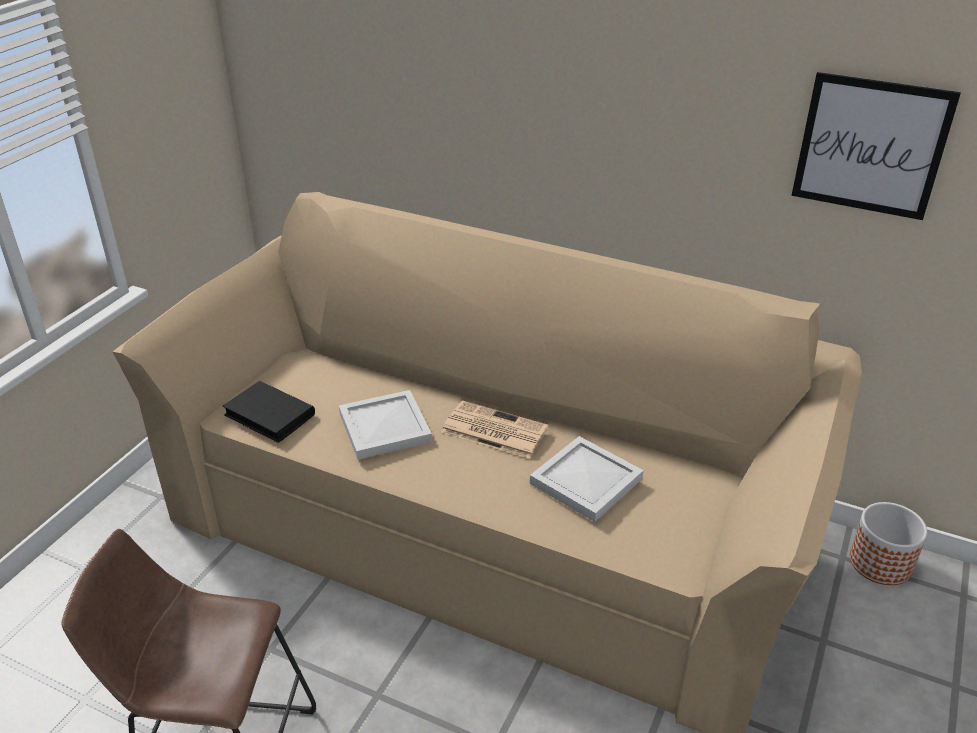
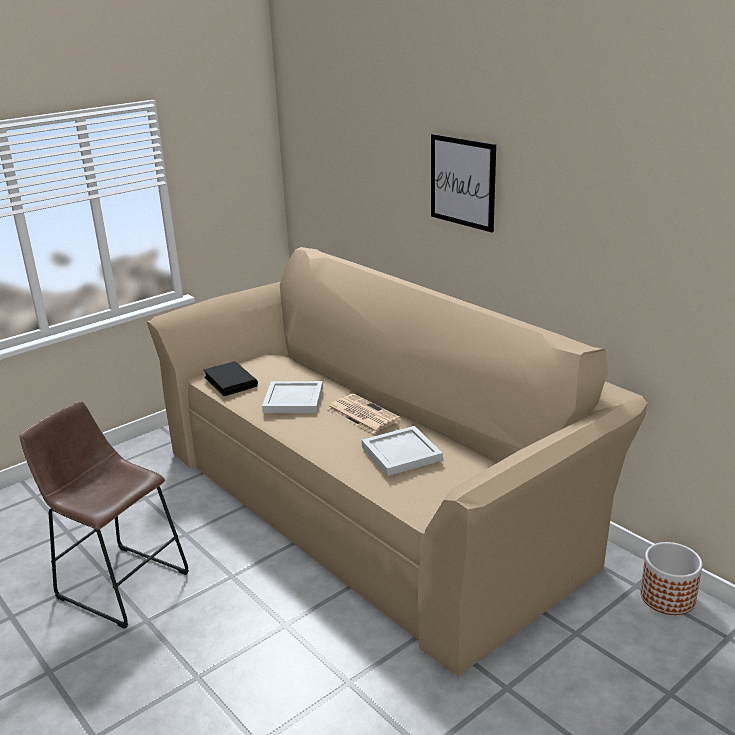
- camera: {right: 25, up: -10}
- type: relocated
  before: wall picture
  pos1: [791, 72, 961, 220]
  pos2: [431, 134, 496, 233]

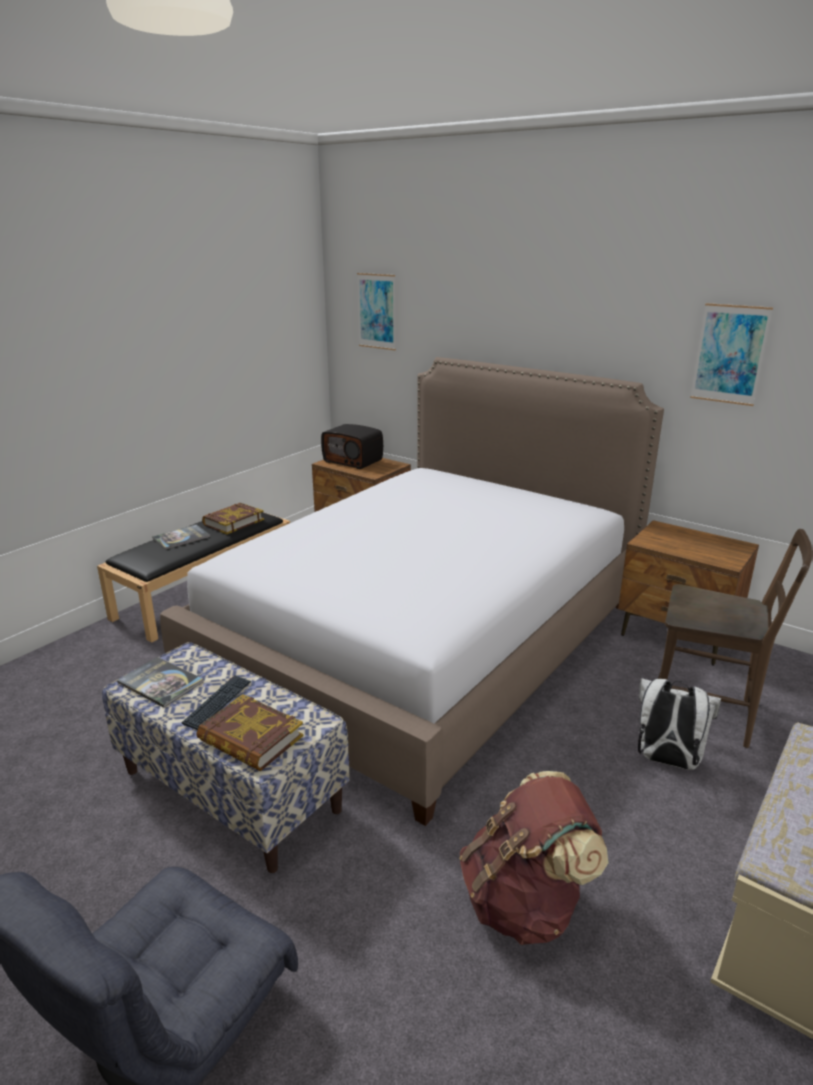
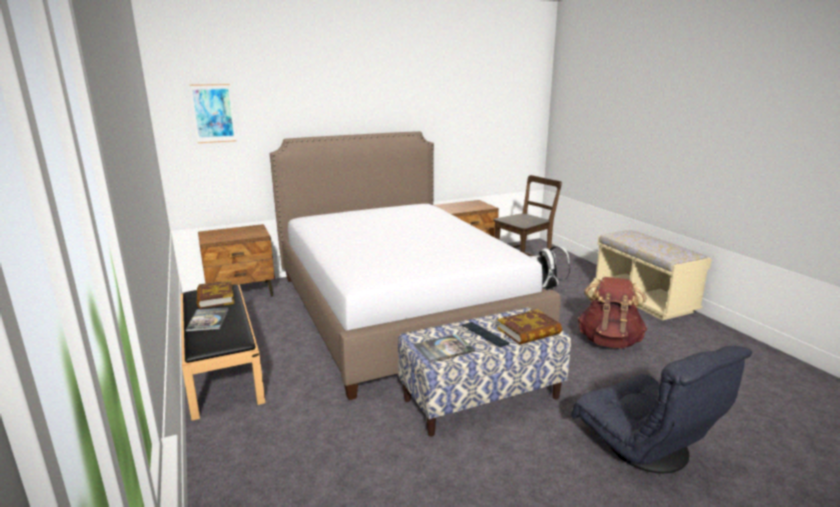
- camera: {right: -60, up: -5}
- type: missing
  before: wall picture
  pos1: [690, 303, 773, 406]
- type: missing
  before: radio
  pos1: [321, 424, 383, 469]

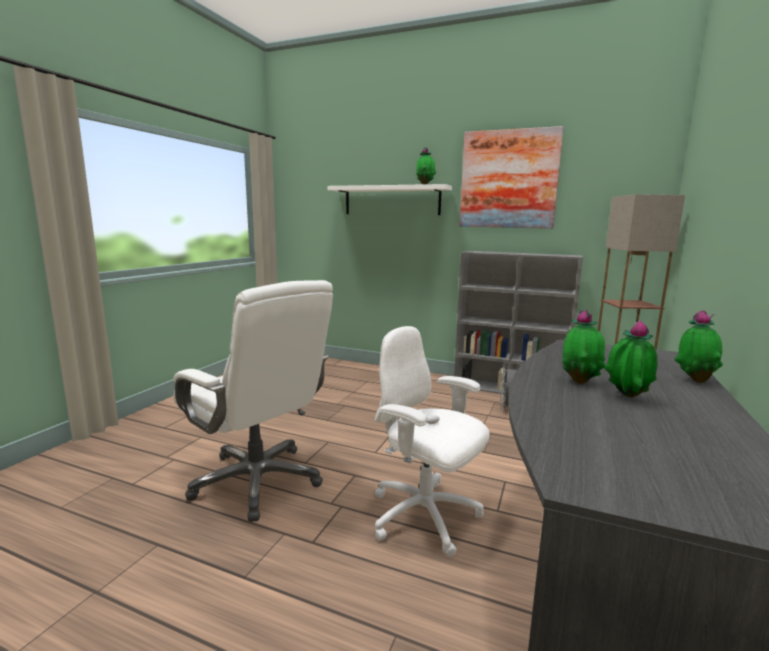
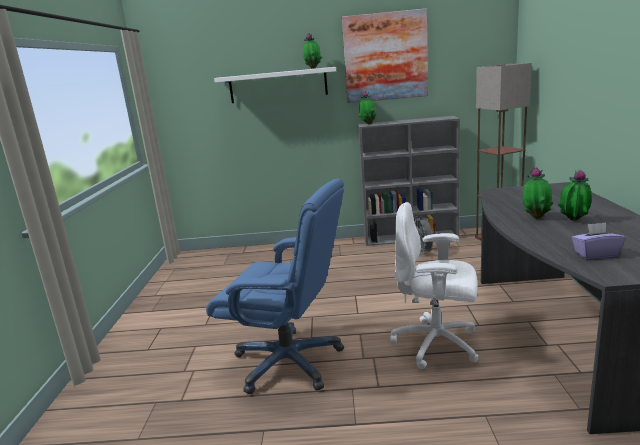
- camera: {right: -20, up: 5}
- type: colour
  before: white desk chair
  after: blue desk chair
  pos1: [173, 280, 333, 522]
  pos2: [206, 178, 344, 394]
- type: relocated
  before: houseplant
  pos1: [674, 310, 723, 383]
  pos2: [359, 91, 377, 125]
- type: appeared
  after: purplish tissue holder
  pos2: [572, 222, 626, 259]

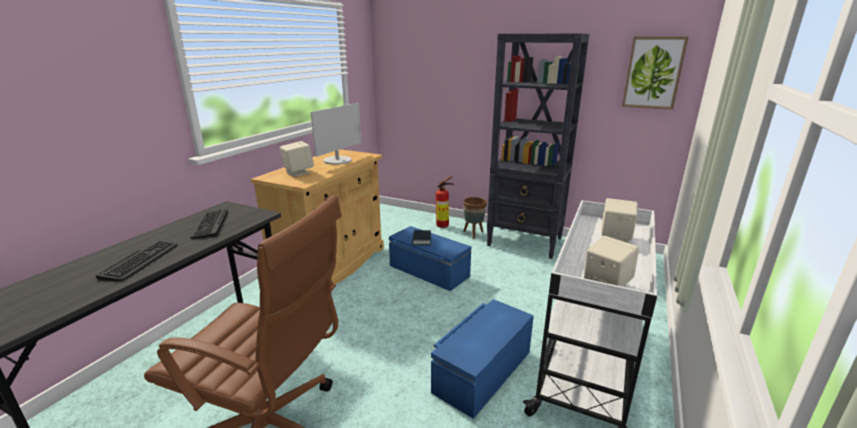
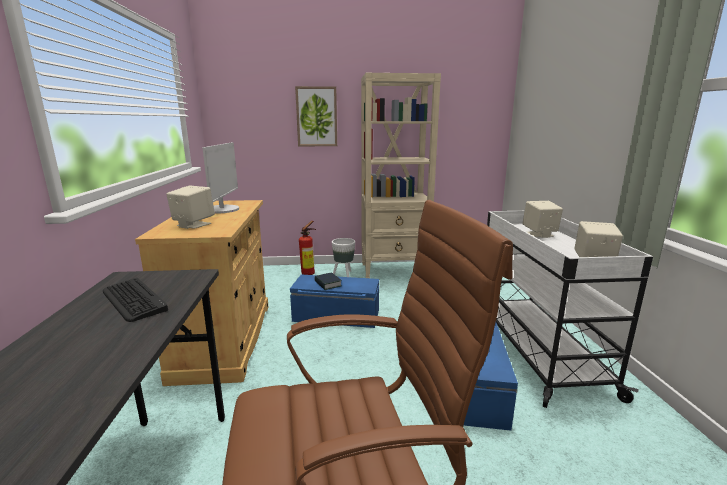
- camera: {right: -30, up: -5}
- type: colour
  before: black bookshelf
  after: beige bookshelf
  pos1: [487, 33, 589, 259]
  pos2: [361, 73, 441, 278]
- type: relocated
  before: wall picture
  pos1: [622, 36, 689, 110]
  pos2: [295, 86, 337, 146]
- type: colour
  before: brown planter
  after: white planter
  pos1: [463, 197, 487, 239]
  pos2: [332, 238, 355, 277]
- type: missing
  before: PC keyboard
  pos1: [96, 240, 178, 282]

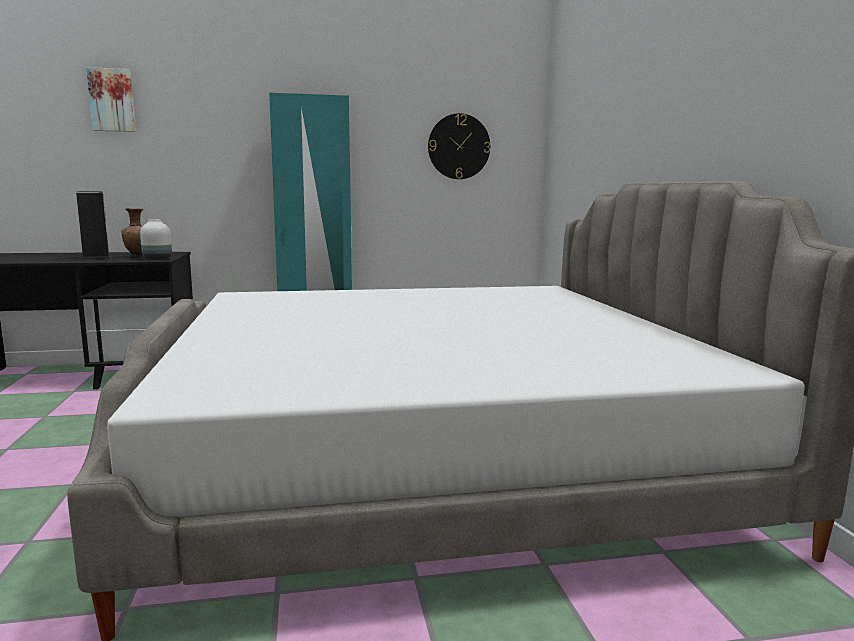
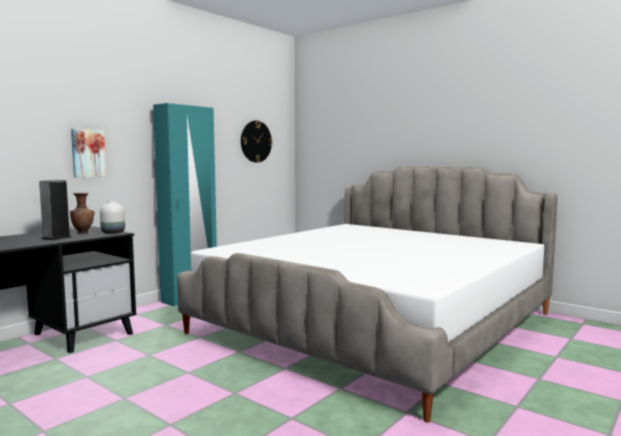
- camera: {right: -40, up: -5}
- type: relocated
  before: wall picture
  pos1: [86, 67, 136, 132]
  pos2: [71, 129, 106, 178]

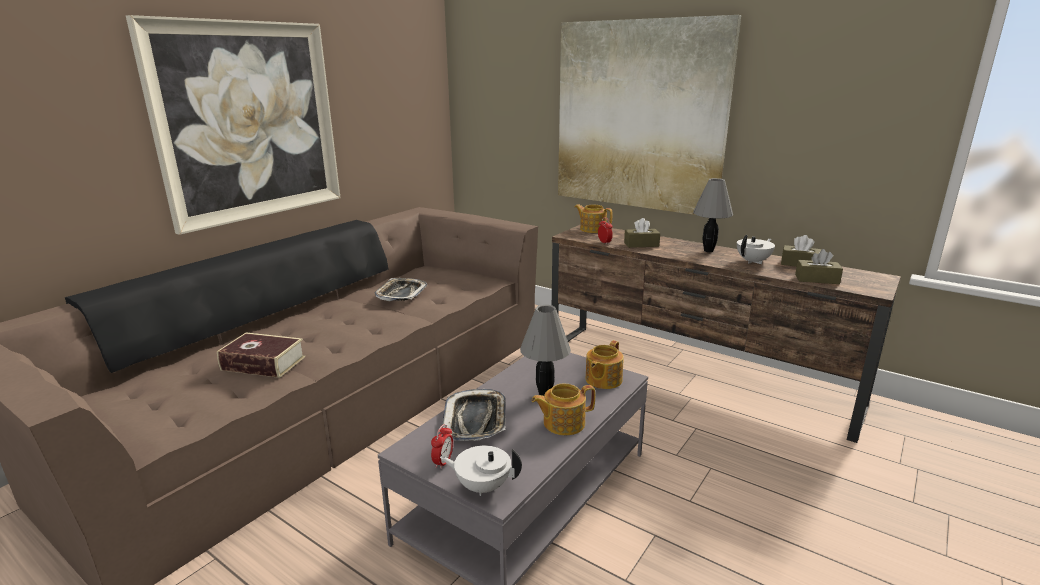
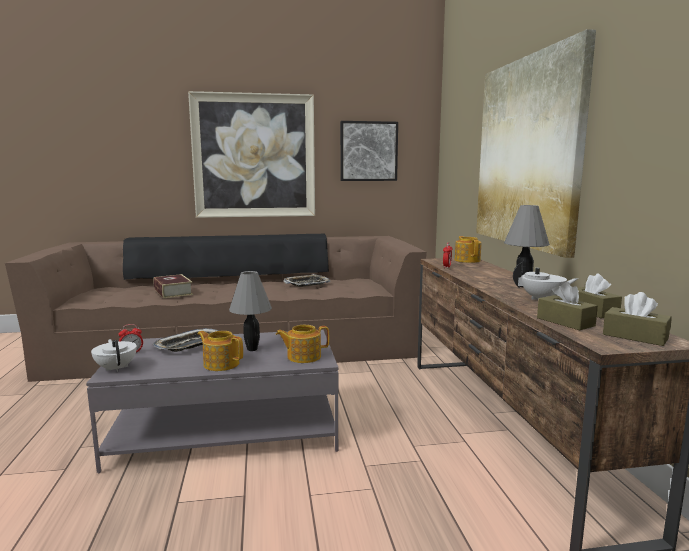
- camera: {right: 45, up: -10}
- type: relocated
  before: brown tissue holder
  pos1: [624, 218, 660, 248]
  pos2: [603, 292, 672, 346]
- type: appeared
  after: wall picture
  pos2: [340, 121, 398, 181]

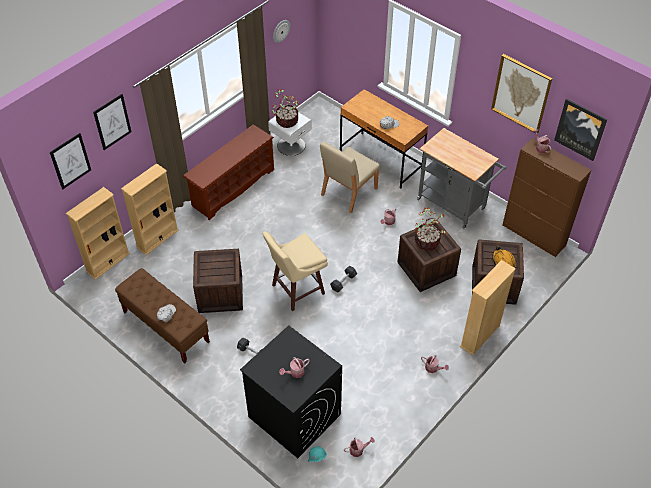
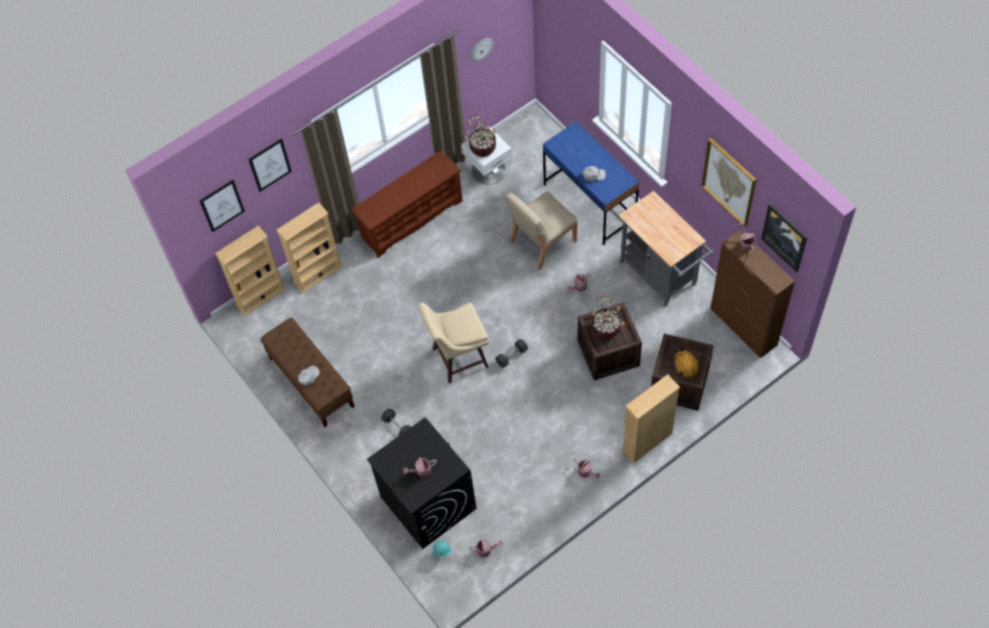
- camera: {right: 15, up: 10}
- type: colour
  before: brown desk unit
  after: blue desk unit
  pos1: [340, 89, 428, 189]
  pos2: [543, 122, 639, 245]
- type: missing
  before: crate
  pos1: [193, 249, 243, 313]

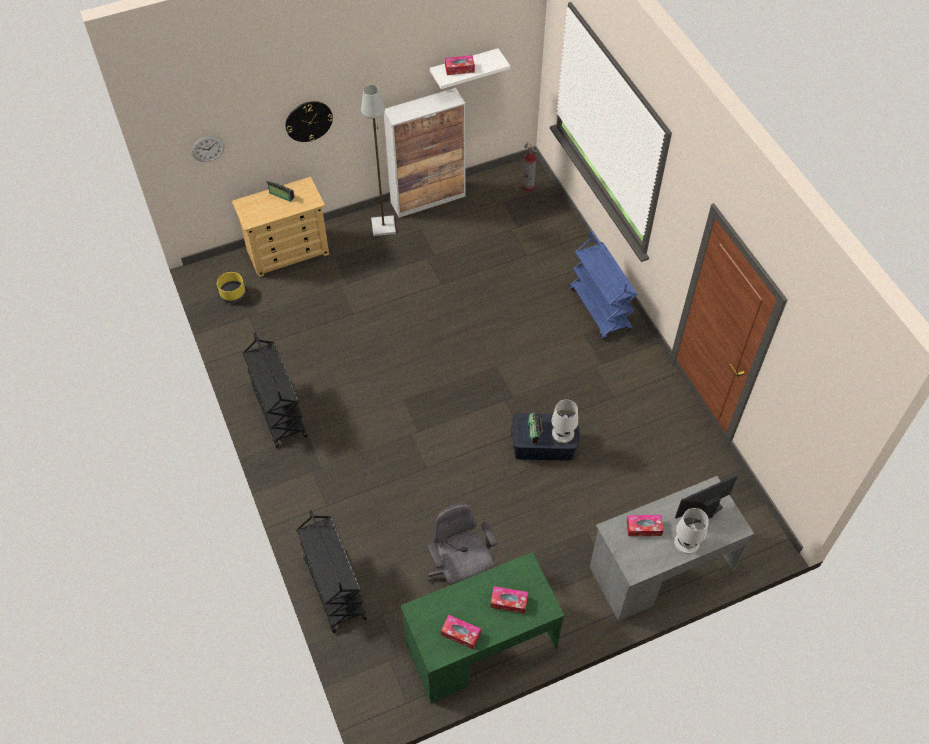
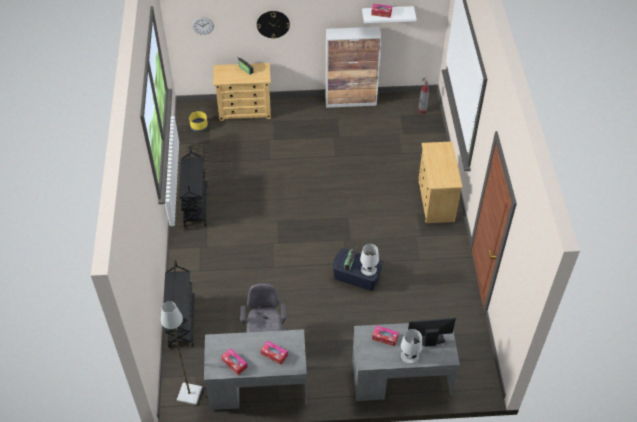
- camera: {right: 20, up: -5}
- type: relocated
  before: gray standard lamp
  pos1: [361, 85, 396, 236]
  pos2: [161, 301, 202, 405]
- type: exchanged
  before: blue cart
  after: beige chest of drawers
  pos1: [570, 231, 638, 340]
  pos2: [418, 141, 463, 223]
- type: colour
  before: greenish desk unit
  after: gray desk unit
  pos1: [400, 552, 565, 703]
  pos2: [204, 329, 307, 410]

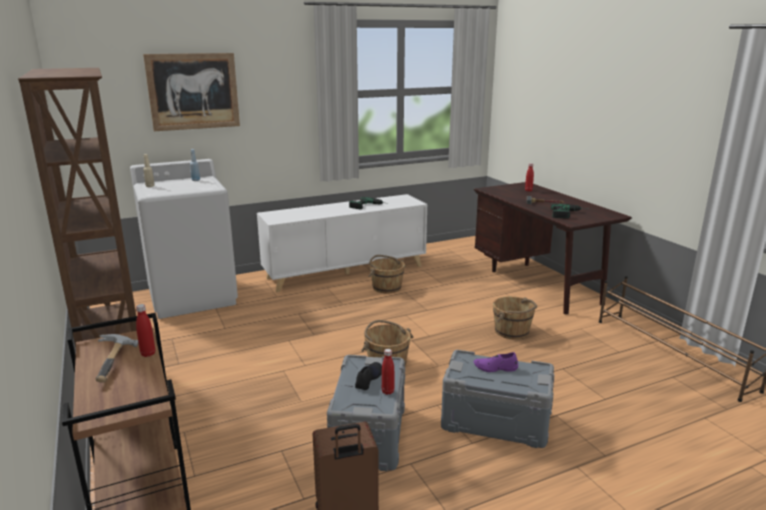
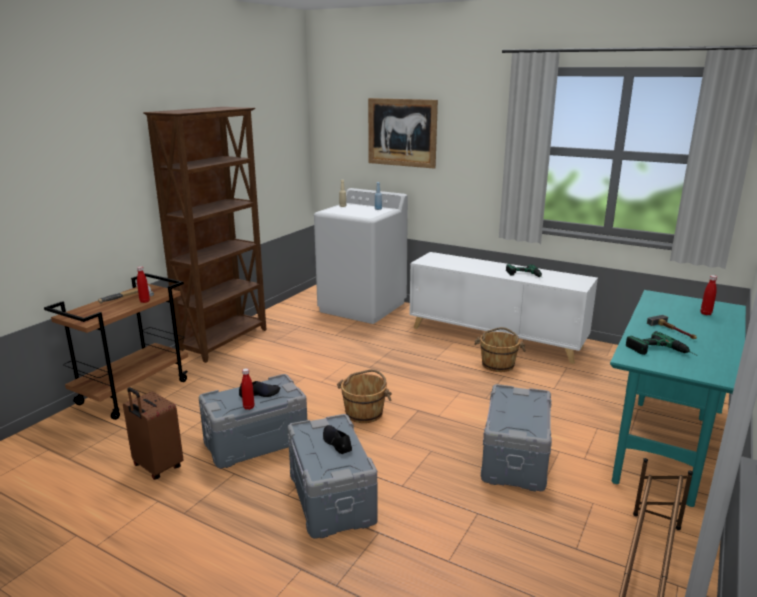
- camera: {right: 55, up: 0}
- type: colour
  before: brown desk unit
  after: turquoise-coloured desk unit
  pos1: [474, 182, 632, 315]
  pos2: [610, 290, 746, 507]
- type: exchanged
  before: brown water bucket
  after: gray storage box
  pos1: [493, 296, 537, 339]
  pos2: [481, 384, 552, 492]
- type: colour
  before: purplish low shoe
  after: black low shoe
  pos1: [473, 352, 518, 372]
  pos2: [323, 425, 352, 454]

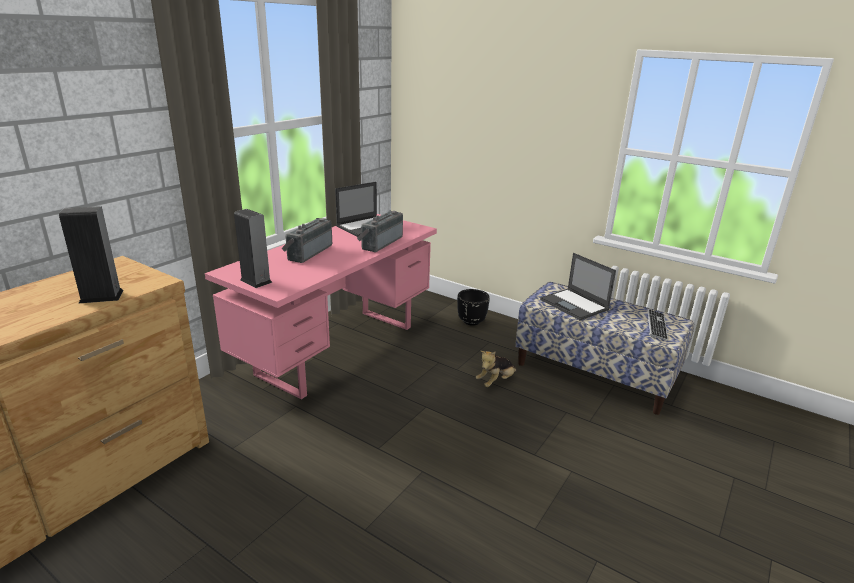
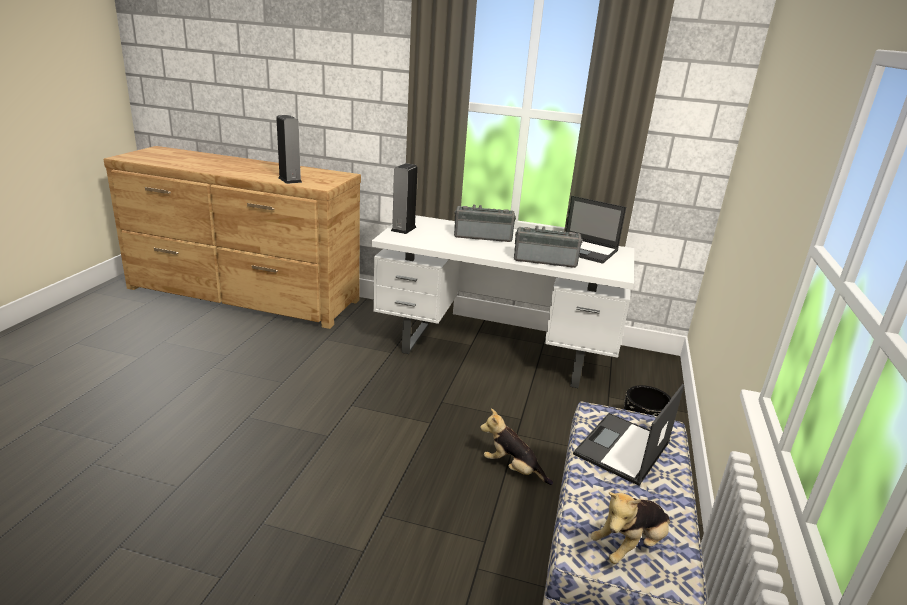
- camera: {right: 70, up: 0}
- type: colour
  before: pink desk unit
  after: white desk unit
  pos1: [205, 214, 437, 400]
  pos2: [371, 215, 634, 388]
- type: exchanged
  before: PC keyboard
  after: plush toy
  pos1: [648, 309, 668, 341]
  pos2: [590, 492, 670, 564]

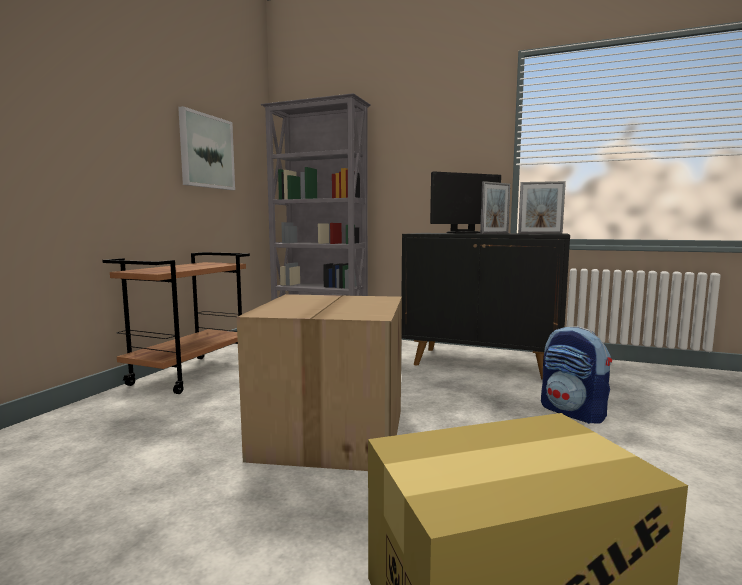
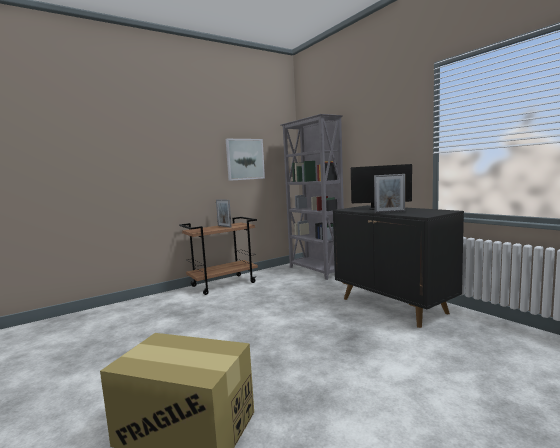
- camera: {right: 35, up: 0}
- type: relocated
  before: standing frame
  pos1: [518, 181, 566, 234]
  pos2: [216, 199, 232, 228]
- type: missing
  before: cardboard box
  pos1: [237, 294, 402, 471]
- type: missing
  before: rucksack
  pos1: [541, 327, 612, 424]

